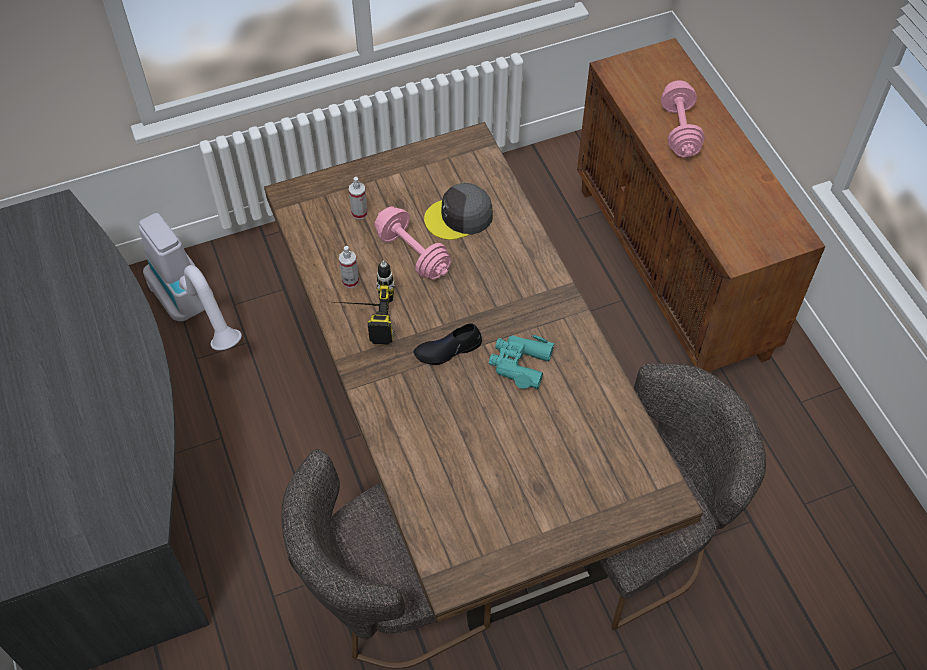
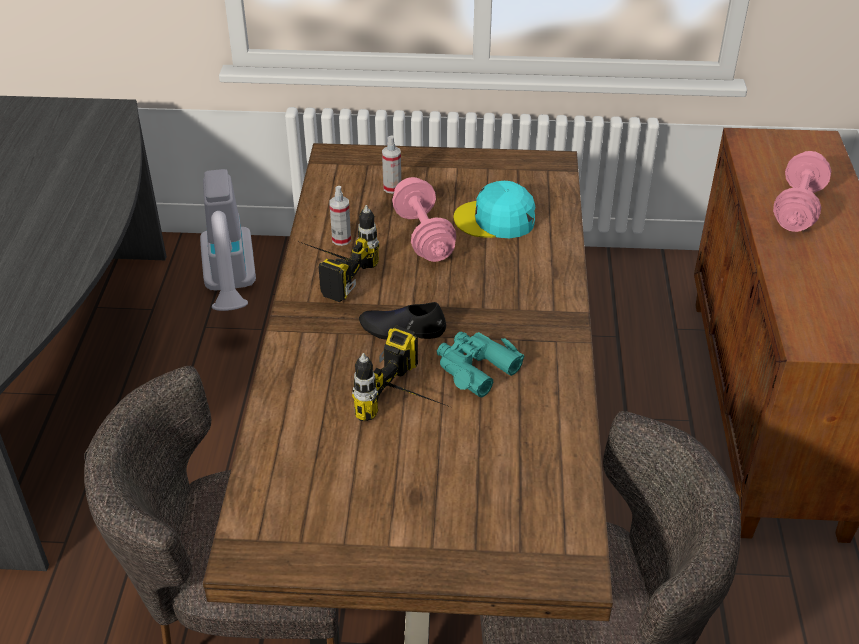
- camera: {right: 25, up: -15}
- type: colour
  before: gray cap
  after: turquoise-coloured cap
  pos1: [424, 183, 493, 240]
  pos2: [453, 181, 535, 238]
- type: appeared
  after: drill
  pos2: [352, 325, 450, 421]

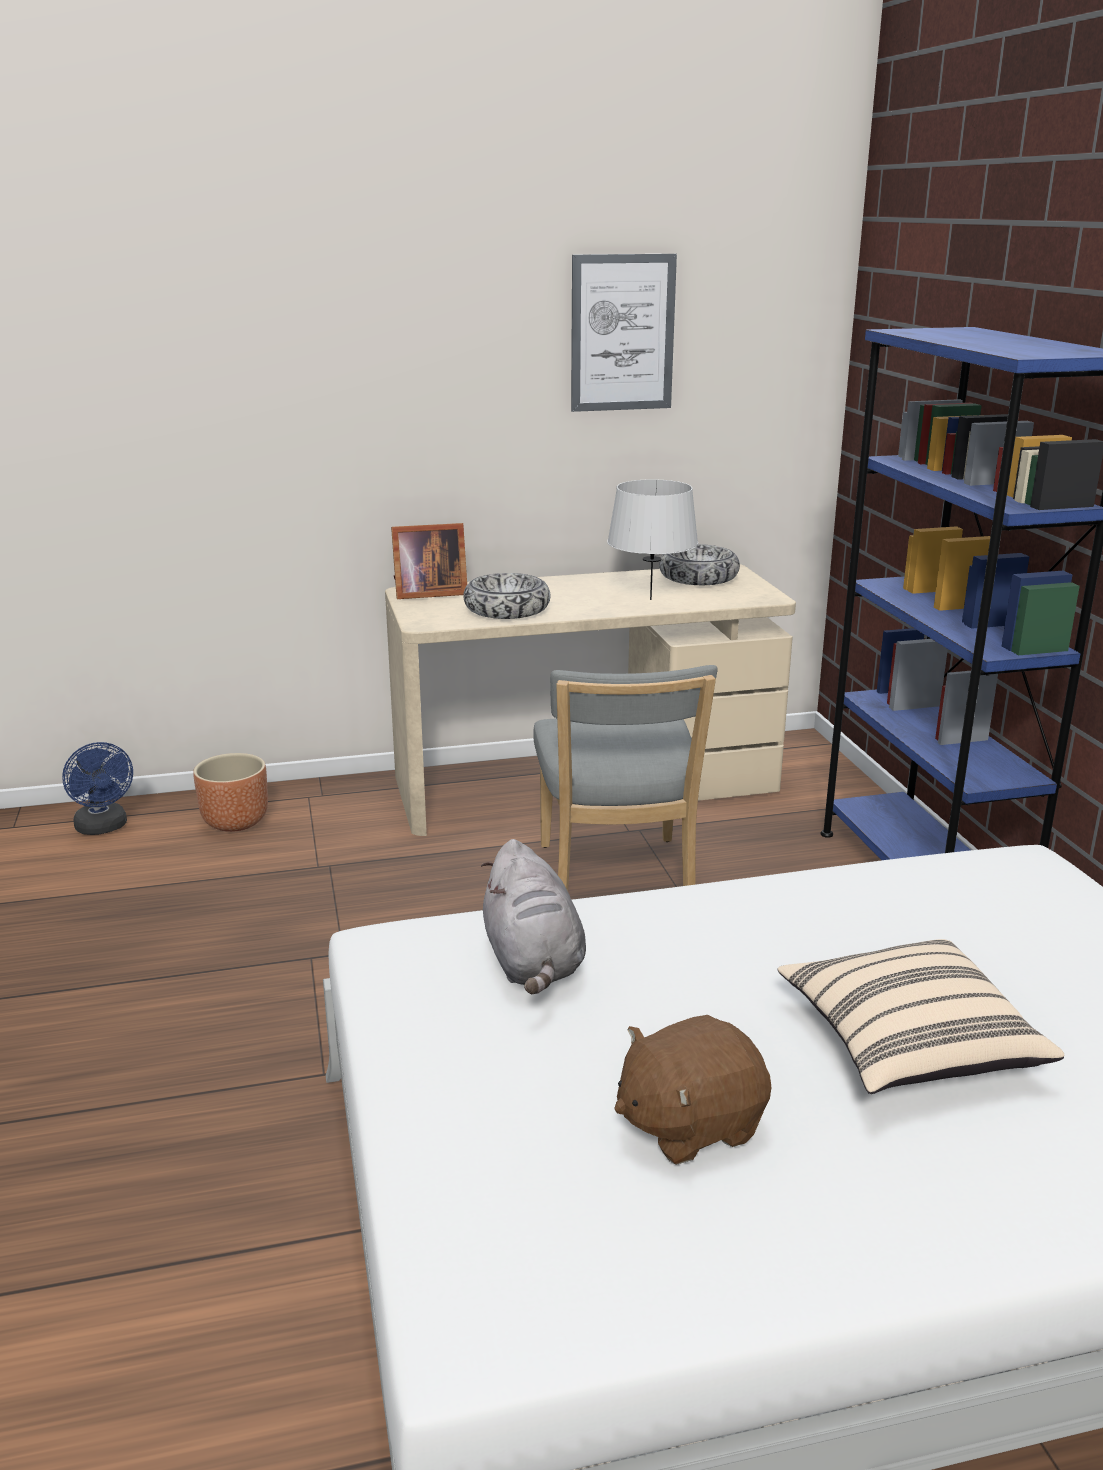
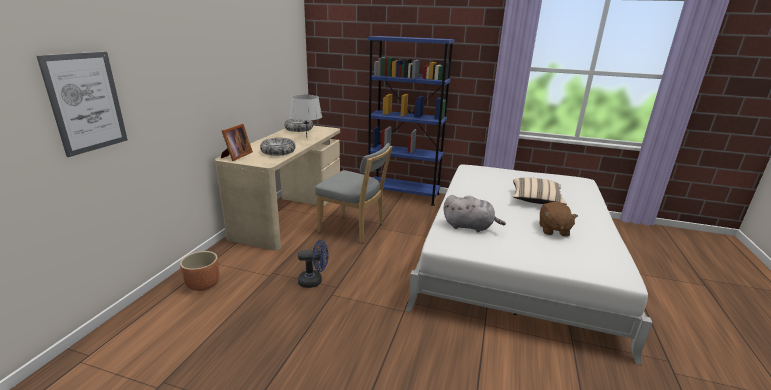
- camera: {right: -60, up: 0}
- type: relocated
  before: wall picture
  pos1: [571, 254, 677, 412]
  pos2: [37, 52, 128, 157]
- type: relocated
  before: blue cooling fan
  pos1: [62, 742, 133, 835]
  pos2: [298, 240, 328, 288]

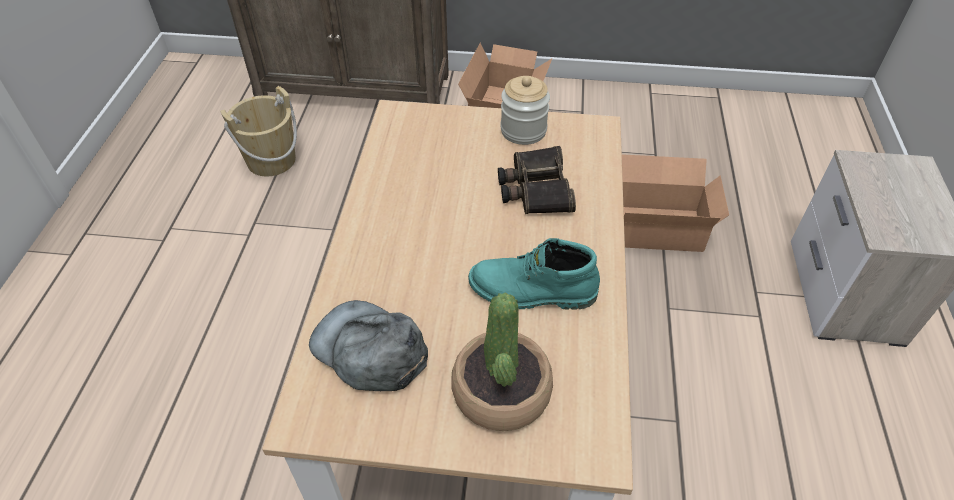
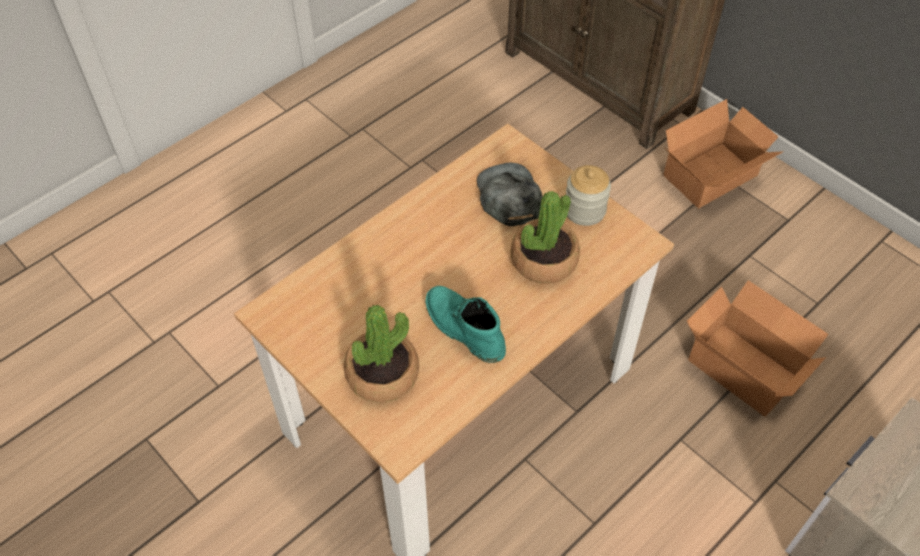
- camera: {right: 40, up: 5}
- type: missing
  before: beige water bucket
  pos1: [220, 86, 297, 176]
- type: exchanged
  before: pair of binoculars
  after: houseplant
  pos1: [498, 146, 576, 214]
  pos2: [511, 191, 580, 284]
- type: relocated
  before: gray cap
  pos1: [309, 300, 428, 391]
  pos2: [477, 163, 543, 226]

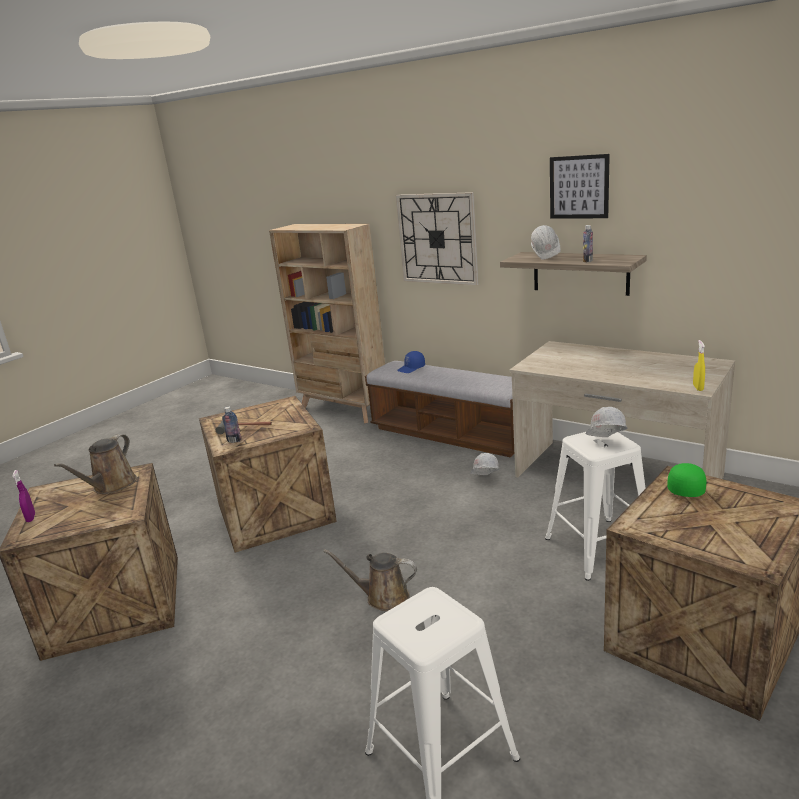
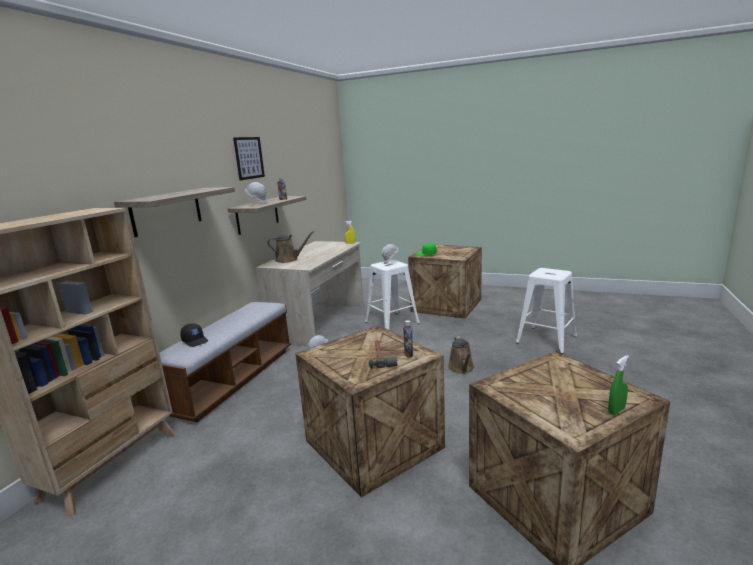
- camera: {right: -105, up: -5}
- type: exchanged
  before: wall clock
  after: bracket shelf
  pos1: [396, 192, 479, 285]
  pos2: [114, 187, 235, 237]
- type: colour
  before: blue cap
  after: black cap
  pos1: [397, 351, 425, 373]
  pos2: [180, 324, 208, 347]
- type: relocated
  before: brown watering pot
  pos1: [54, 434, 137, 494]
  pos2: [267, 231, 314, 263]
- type: colour
  before: purplish spray bottle
  after: greenish spray bottle
  pos1: [12, 470, 35, 522]
  pos2: [608, 355, 629, 415]

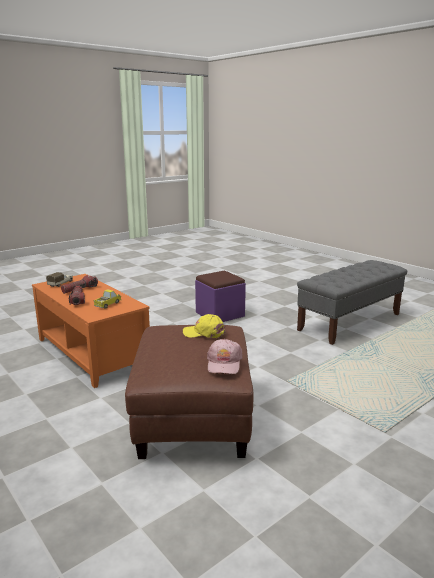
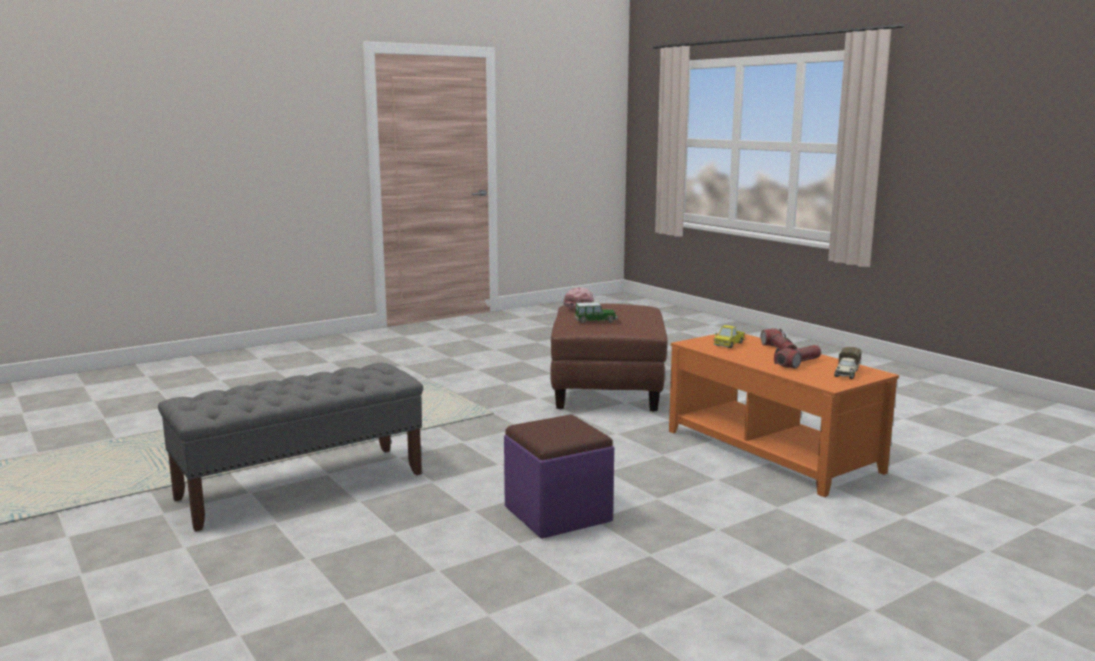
- camera: {right: -175, up: -5}
- type: exchanged
  before: yellowish cap
  after: toy car
  pos1: [183, 314, 226, 338]
  pos2: [575, 302, 618, 323]

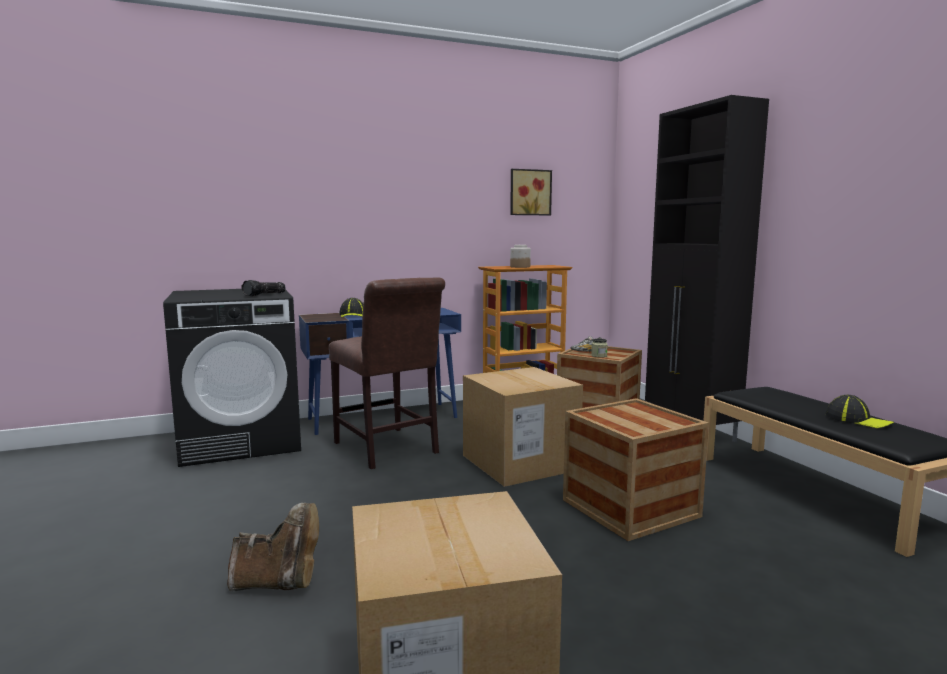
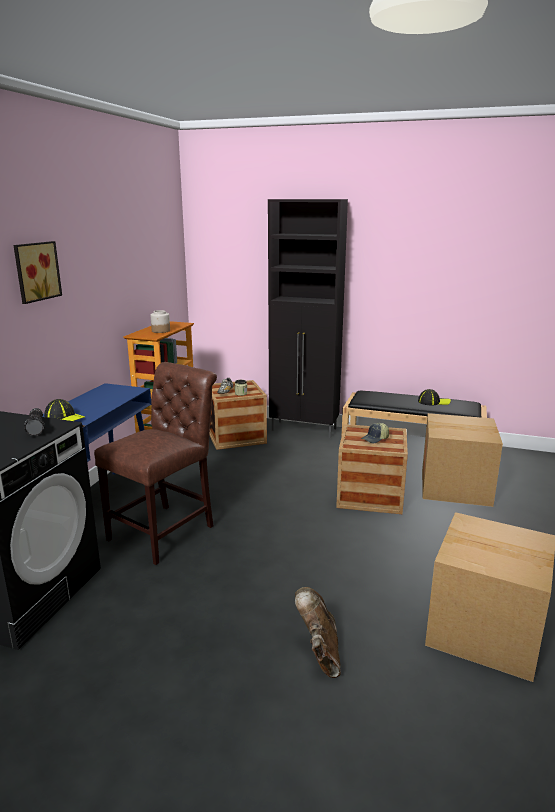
- camera: {right: -50, up: 10}
- type: relocated
  before: wall picture
  pos1: [510, 169, 552, 215]
  pos2: [13, 241, 62, 304]
- type: spun
  before: brown plain chair
  pos1: [329, 277, 445, 469]
  pos2: [94, 362, 217, 565]
  turn: -60
- type: relocated
  before: cardboard box
  pos1: [463, 367, 583, 487]
  pos2: [422, 413, 503, 507]
- type: spun
  before: brown tall boot
  pos1: [227, 503, 319, 592]
  pos2: [295, 587, 341, 678]
  turn: -45
- type: appeared
  after: cap
  pos2: [361, 423, 389, 444]

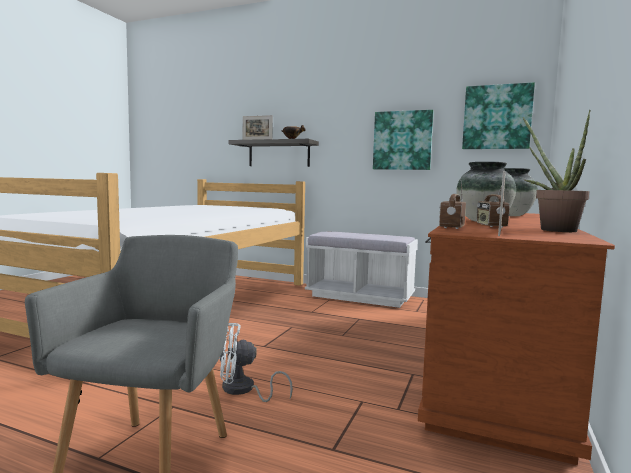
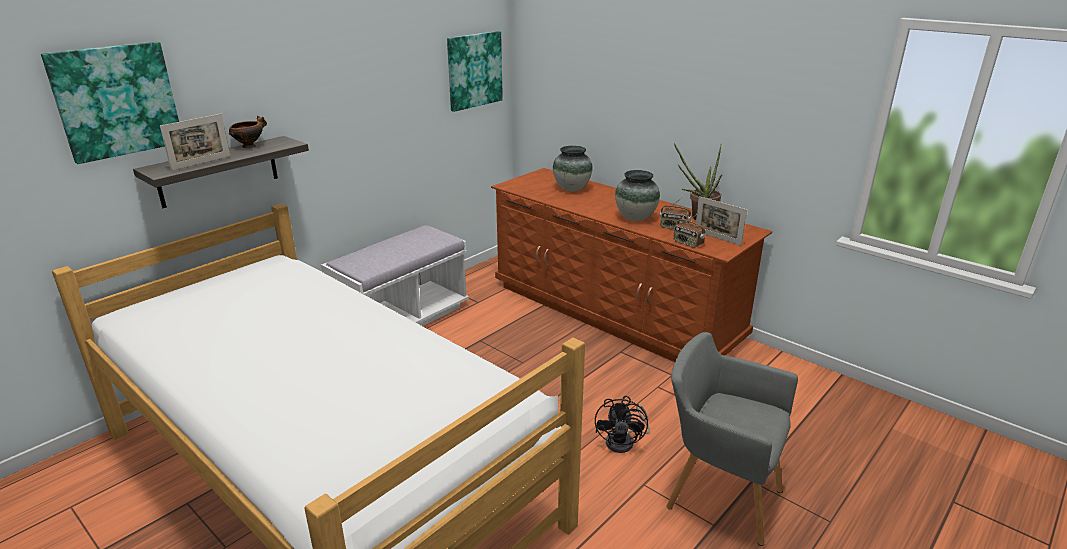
- camera: {right: -70, up: 20}
- type: relocated
  before: wall picture
  pos1: [373, 110, 434, 170]
  pos2: [41, 42, 179, 164]
- type: colour
  before: white cooling fan
  after: black cooling fan
  pos1: [220, 323, 293, 402]
  pos2: [595, 396, 650, 453]

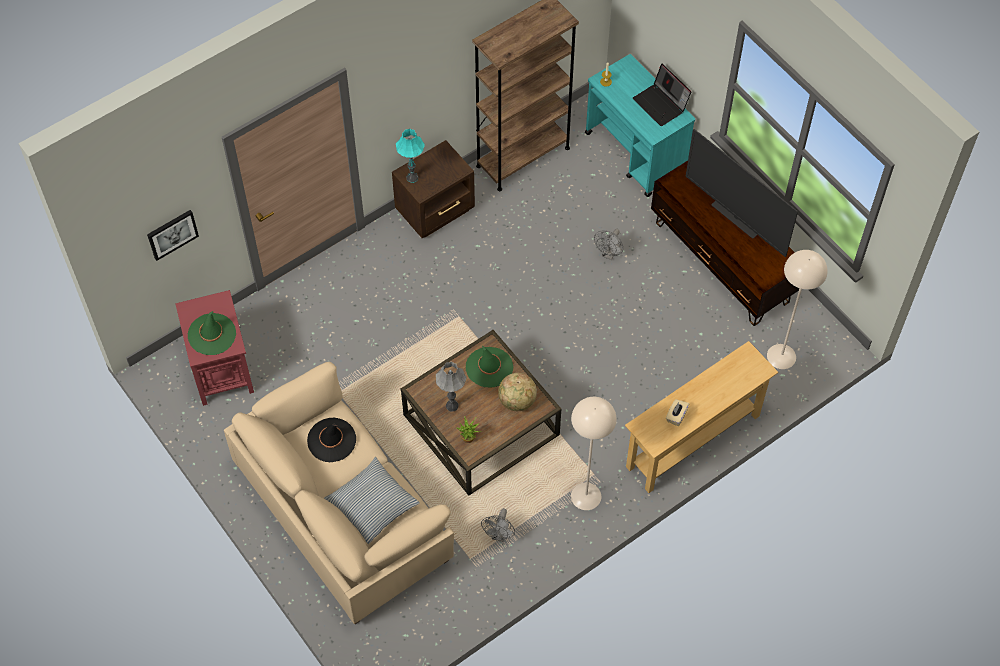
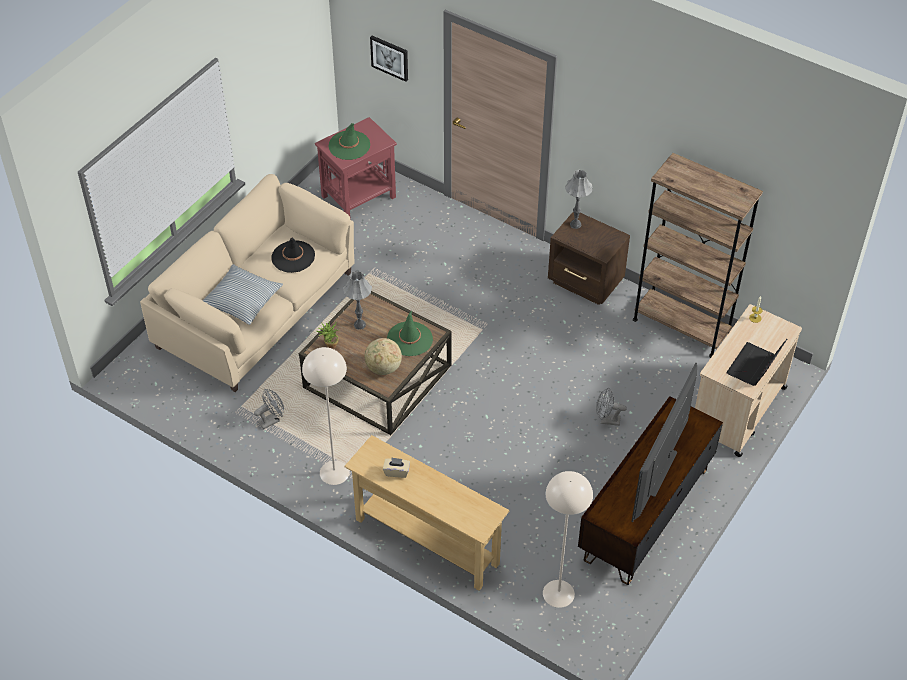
- camera: {right: 70, up: -10}
- type: colour
  before: turquoise-coloured cart
  after: beige cart
  pos1: [585, 54, 695, 197]
  pos2: [695, 304, 802, 457]
- type: colour
  before: turquoise-coloured tabletop lamp
  after: gray tabletop lamp
  pos1: [396, 128, 425, 183]
  pos2: [565, 170, 592, 229]
- type: spun
  before: gray cooling fan
  pos1: [481, 508, 515, 542]
  pos2: [254, 389, 284, 429]
  turn: 150

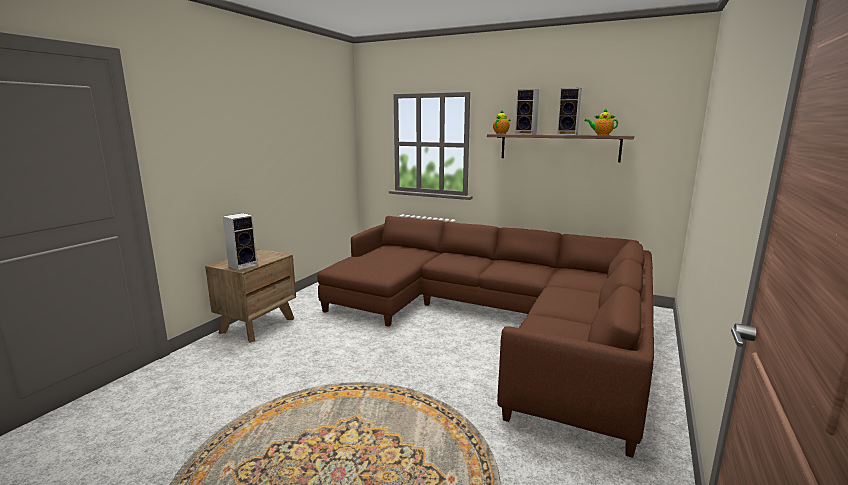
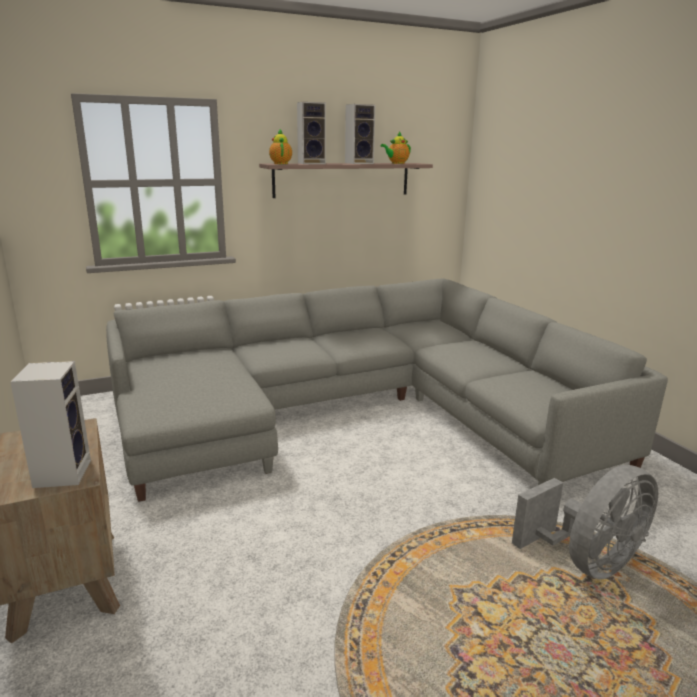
- camera: {right: -50, up: 5}
- type: colour
  before: brown sofa
  after: gray sofa
  pos1: [317, 216, 654, 458]
  pos2: [106, 278, 668, 502]
- type: appeared
  after: gray cooling fan
  pos2: [512, 465, 658, 579]

